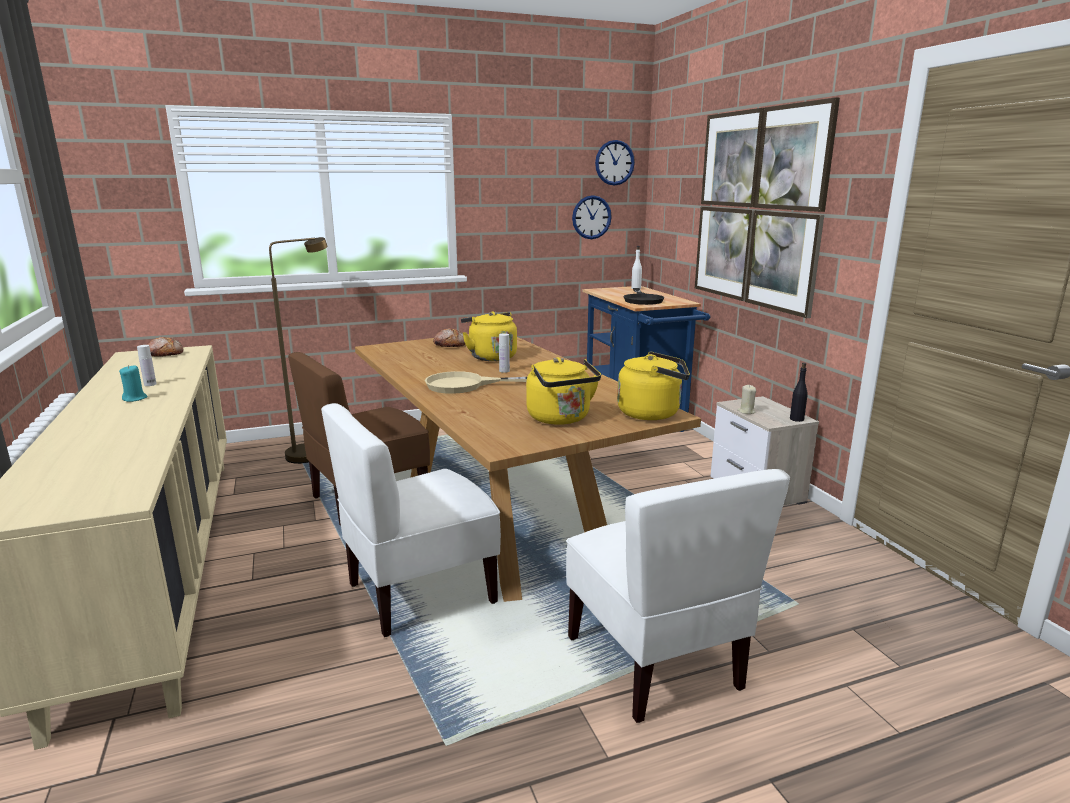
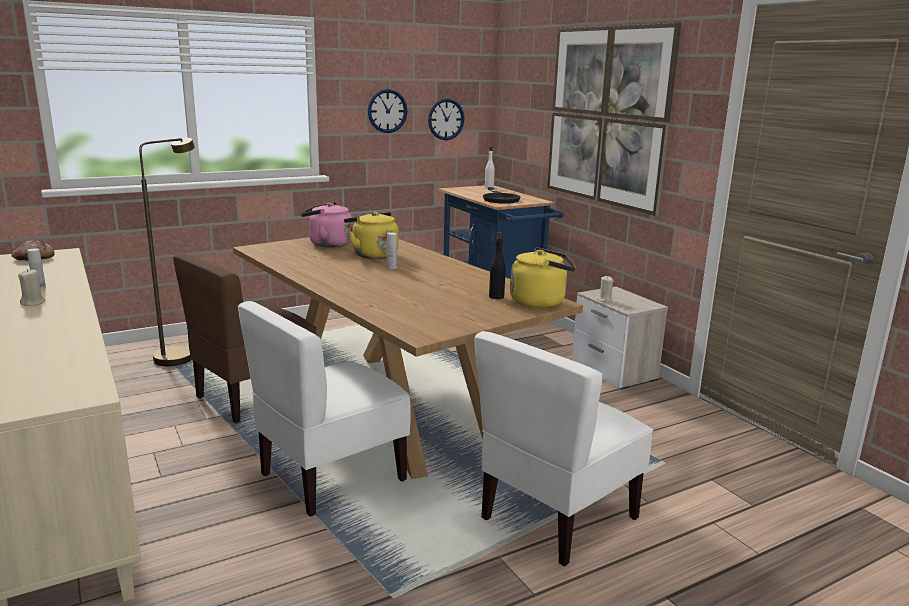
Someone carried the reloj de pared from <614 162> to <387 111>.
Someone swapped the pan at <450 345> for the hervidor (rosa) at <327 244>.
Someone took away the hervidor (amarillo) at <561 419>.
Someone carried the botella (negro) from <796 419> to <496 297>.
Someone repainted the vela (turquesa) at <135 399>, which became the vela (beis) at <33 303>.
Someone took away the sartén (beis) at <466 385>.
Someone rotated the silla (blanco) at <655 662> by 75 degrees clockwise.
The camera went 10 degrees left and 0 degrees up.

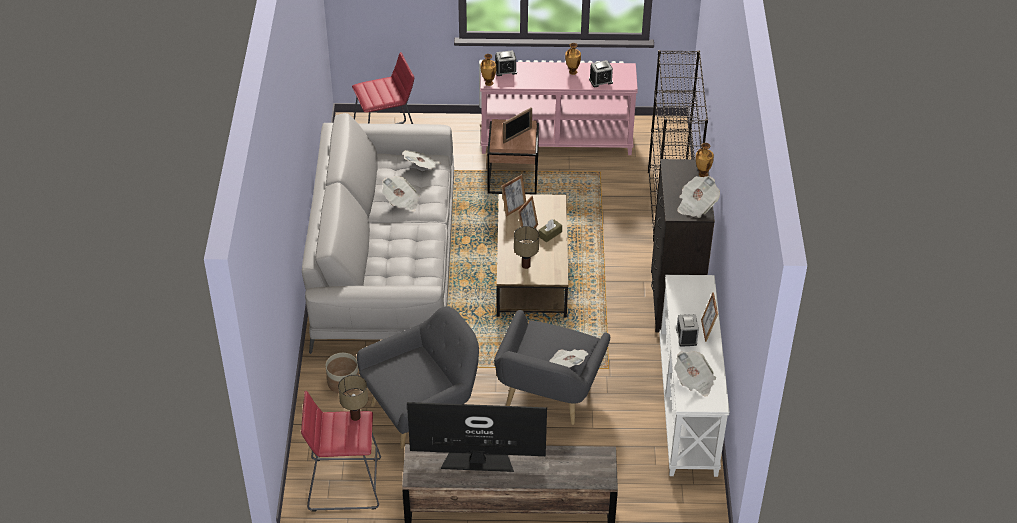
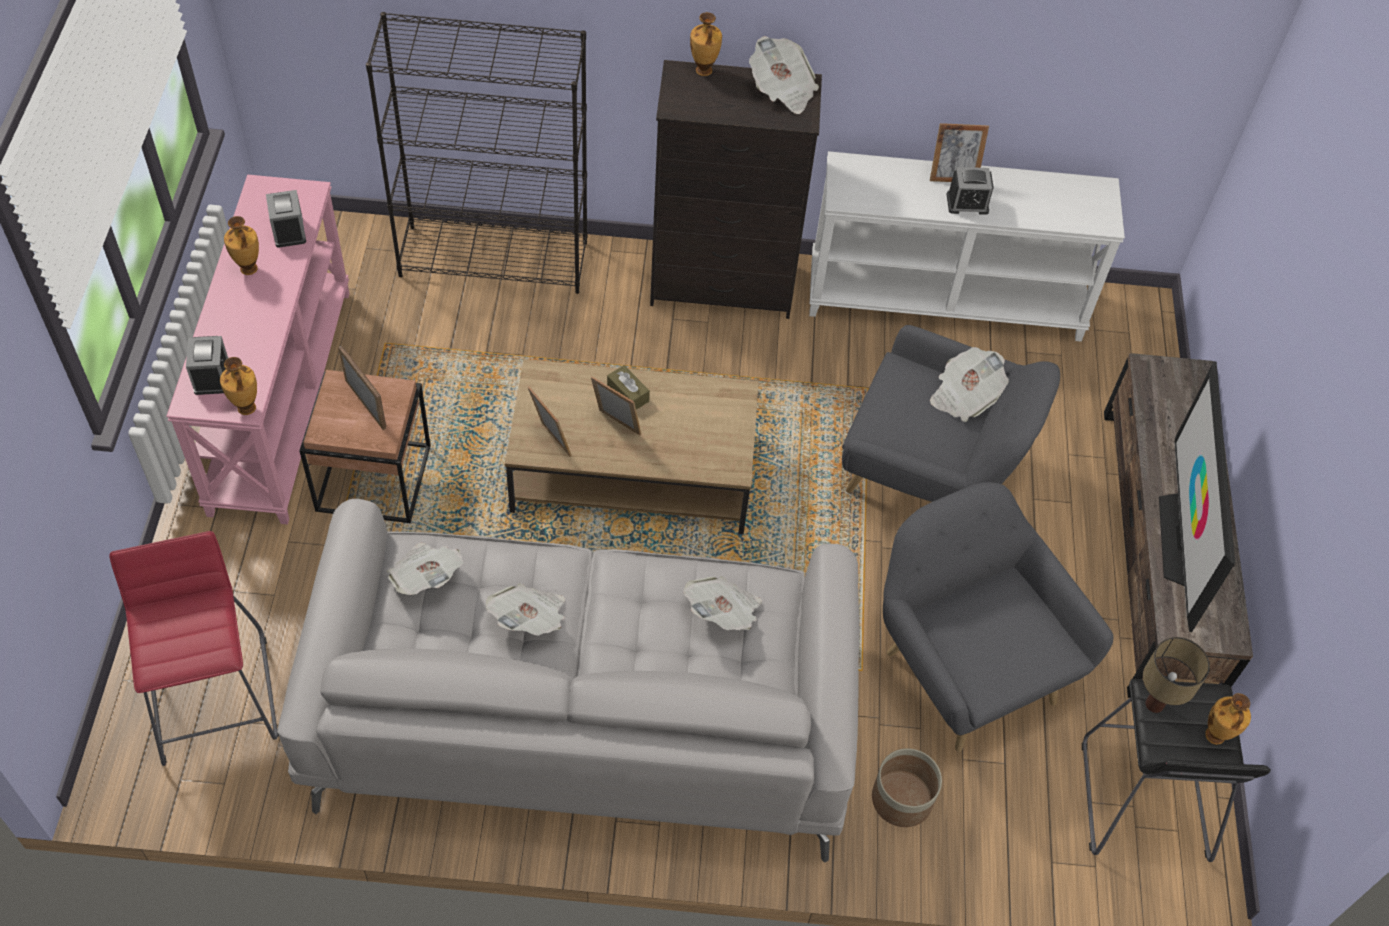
Someone took away the lámpara de mesa at <525 266>.
Someone carried the periódico from <694 381> to <723 613>.
Someone repainted the taburete (rojo) at <344 484>, which became the taburete (negro) at <1143 801>.
Someone put down the florero at <1214 737>.
The camera went 90 degrees left and 10 degrees up.

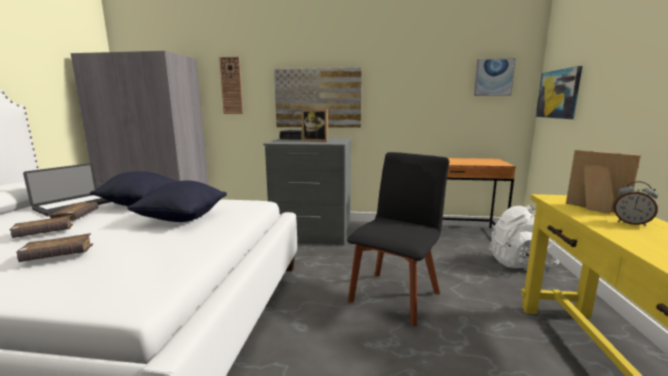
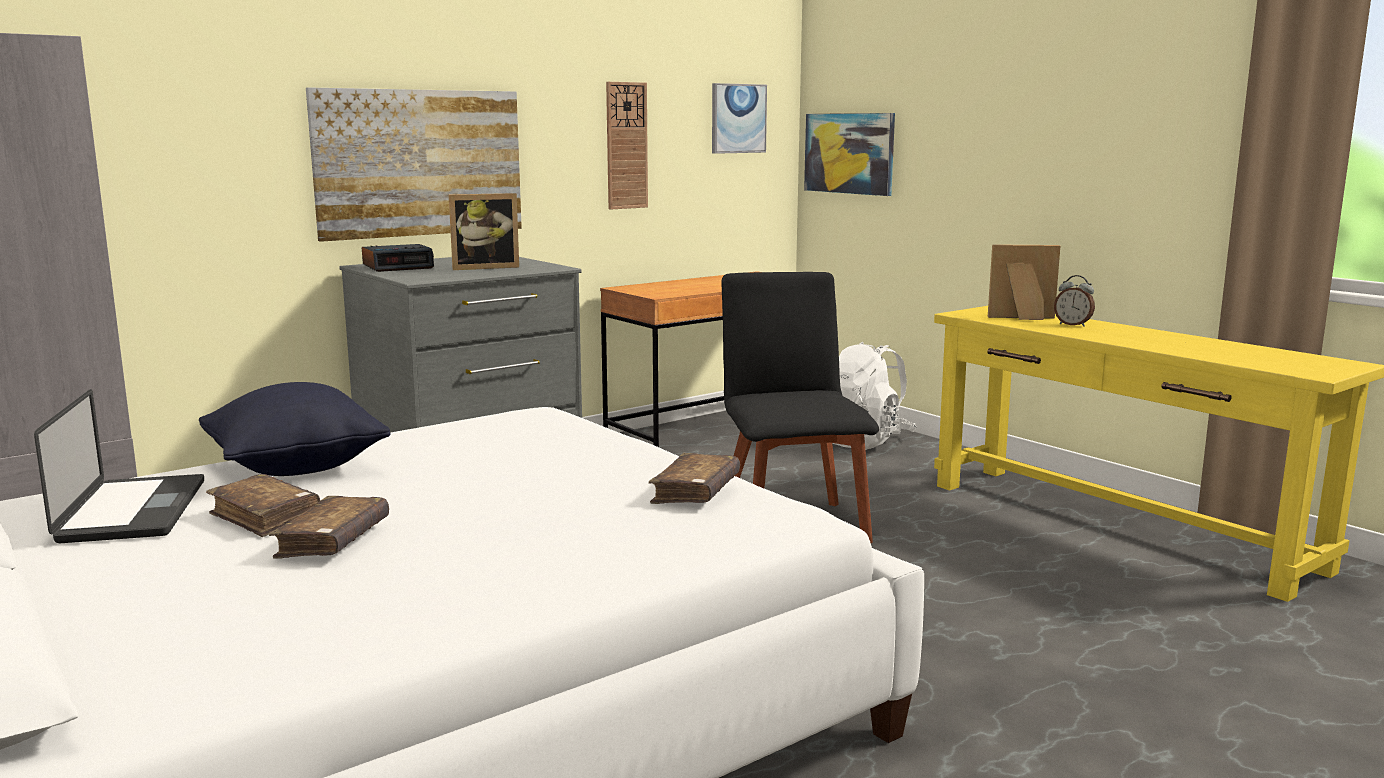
Someone carried the reloj de pared from <231 86> to <626 146>.
Someone took away the cojín (negro) at <182 218>.
Someone rotated the despertador at <631 223> by 45 degrees clockwise.
Someone carried the libro (marrón) from <58 255> to <695 492>.
The camera went 45 degrees left and 0 degrees up.

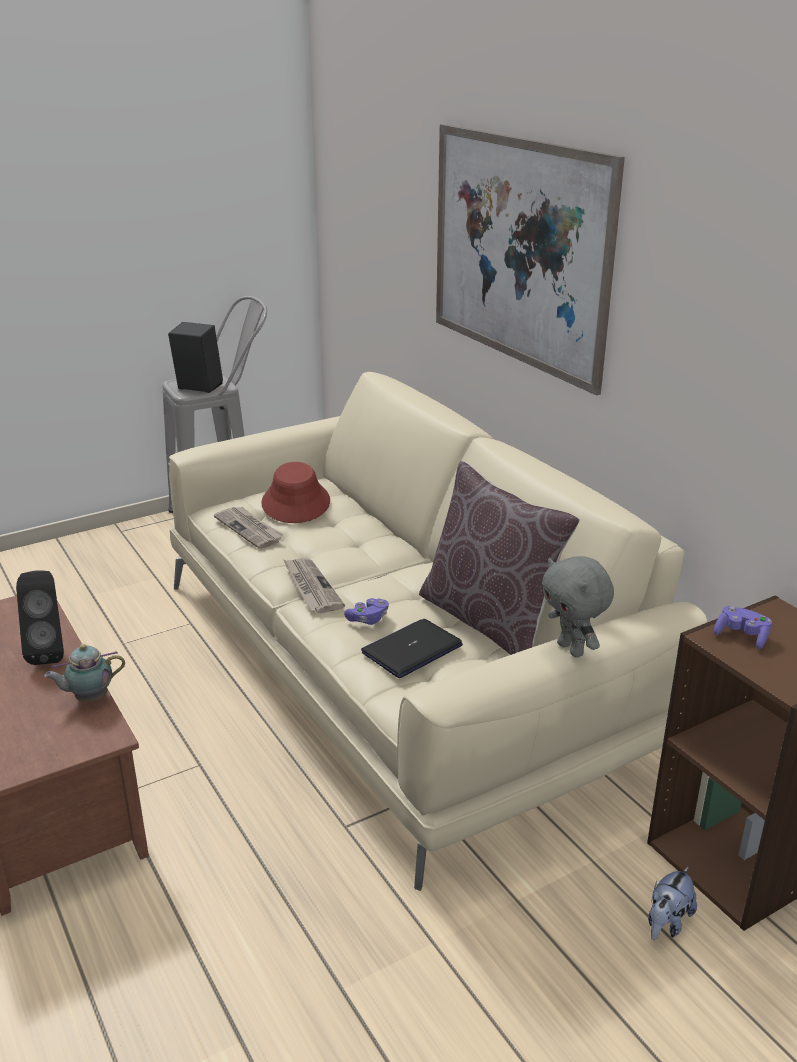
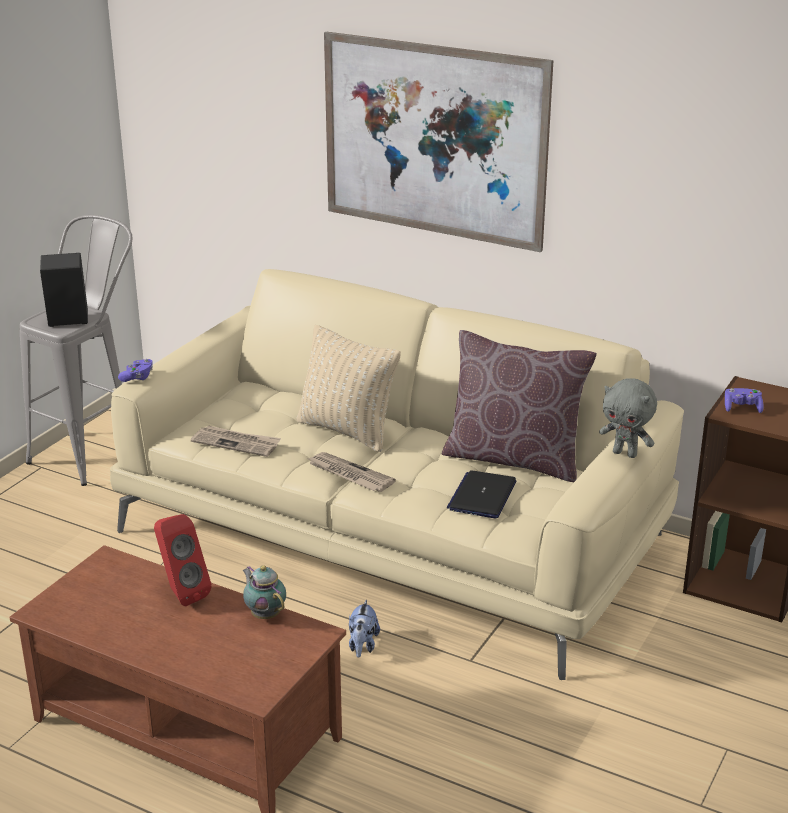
Someone took away the sombrero (rojo) at <296 503>.
Someone repainted the altavoz (negro) at <50 652>, which became the altavoz (rojo) at <181 593>.
Someone carried the mando de consola (morado) from <368 619> to <137 377>.
Someone rotated the tetera at <89 698> by 105 degrees clockwise.
Someone carried the peluche from <667 922> to <362 645>.
Someone put down the cojín (beis) at <347 431>.
The camera went 30 degrees left and 0 degrees up.

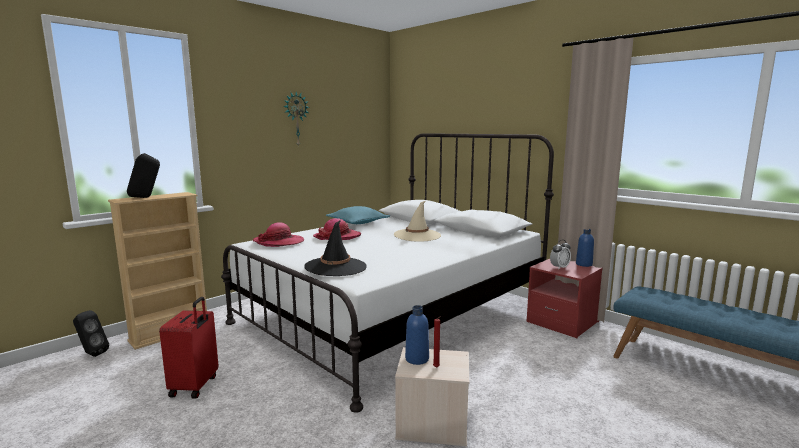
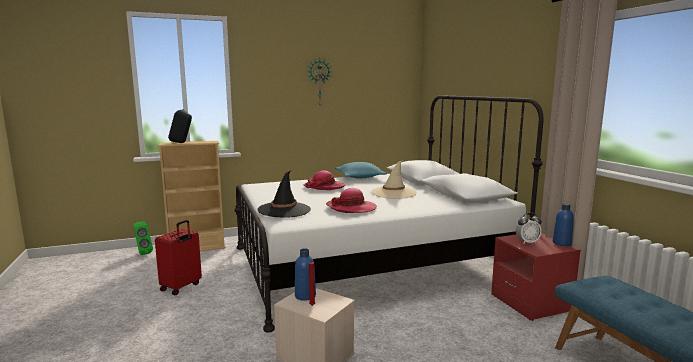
Someone carried the sombrero from <279 242> to <351 208>.
Someone repainted the altavoz (negro) at <91 354>, which became the altavoz (verde) at <143 253>.
The camera went 25 degrees right and 0 degrees up.

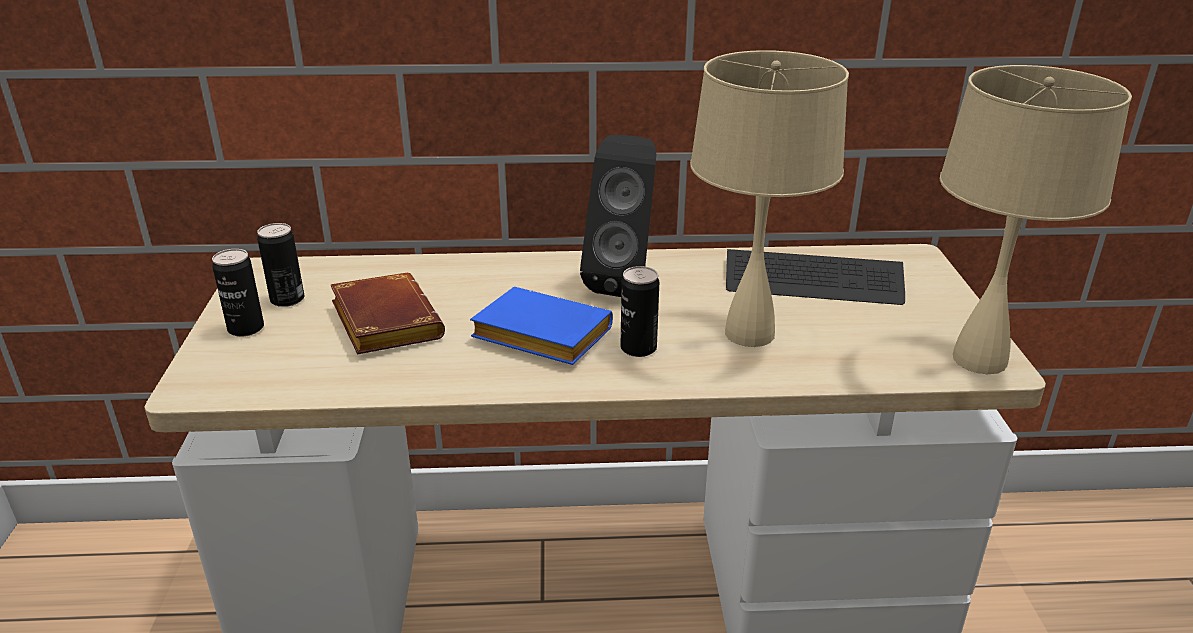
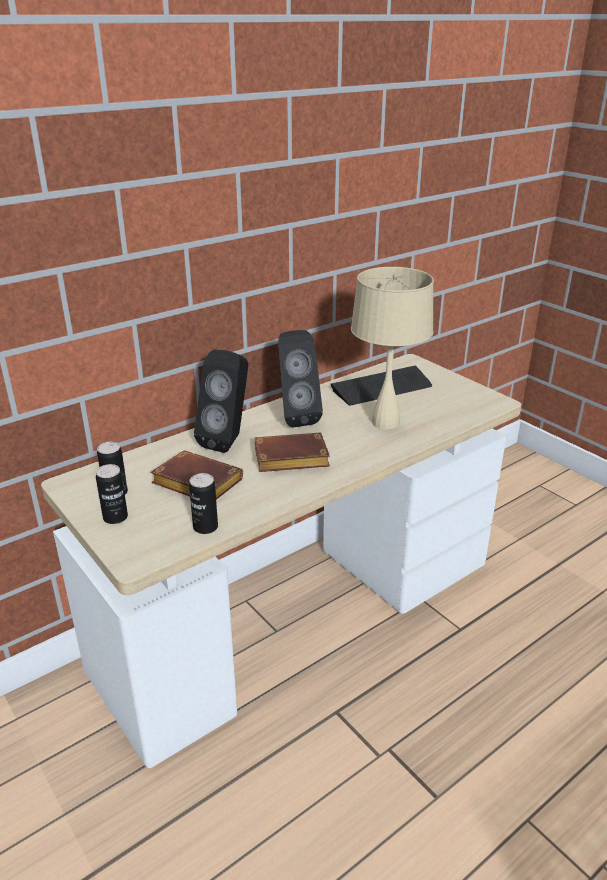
Someone took away the lámpara de mesa (beis) at <979 359>.
Someone carried the lata from <638 348> to <205 527>.
Someone repainted the libro (azul) at <537 336>, which became the libro (marrón) at <289 460>.
Someone put down the altavoz (negro) at <228 441>.
The camera went 35 degrees left and 0 degrees up.

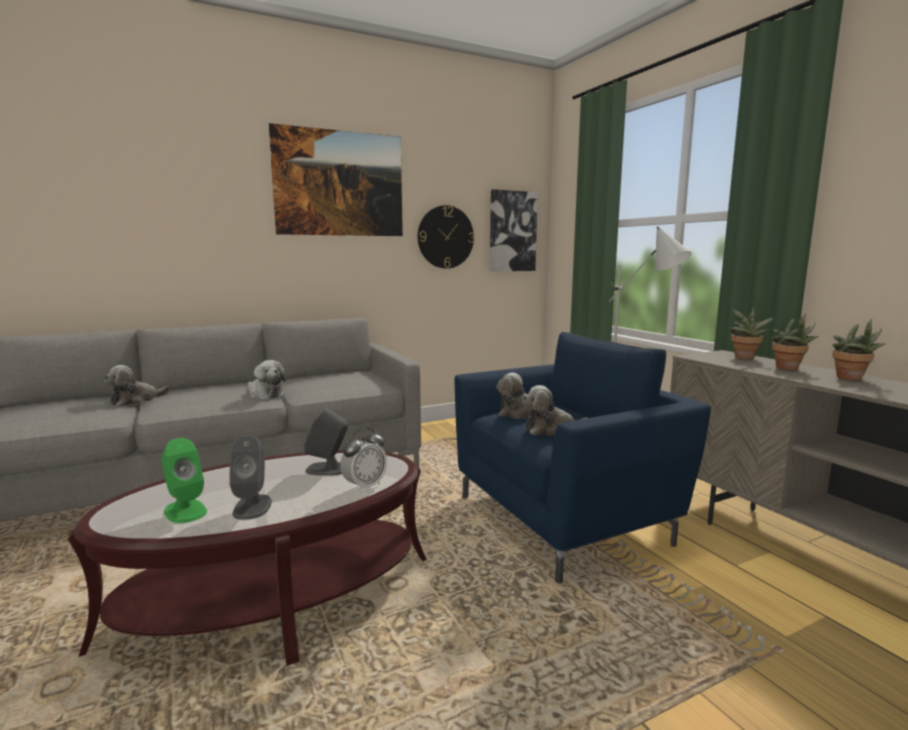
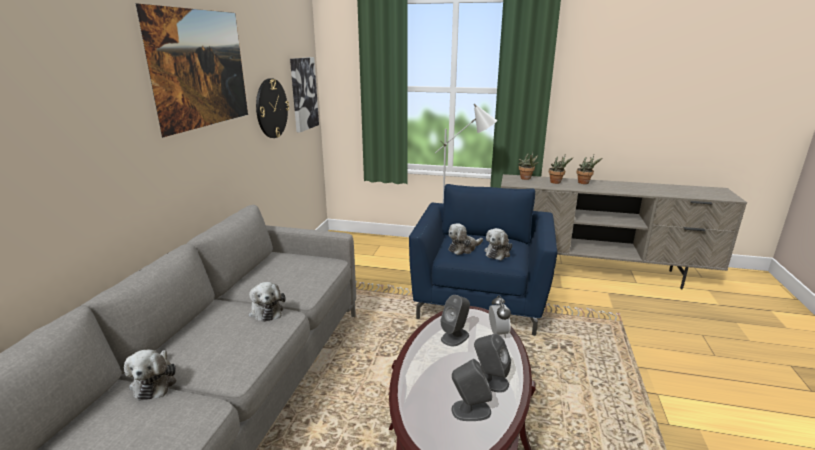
Someone rotated the peluche at <265 394> by 75 degrees clockwise.
Someone repainted the altavoz (verde) at <185 511>, which became the altavoz (gris) at <470 410>.
The camera went 50 degrees left and 10 degrees up.

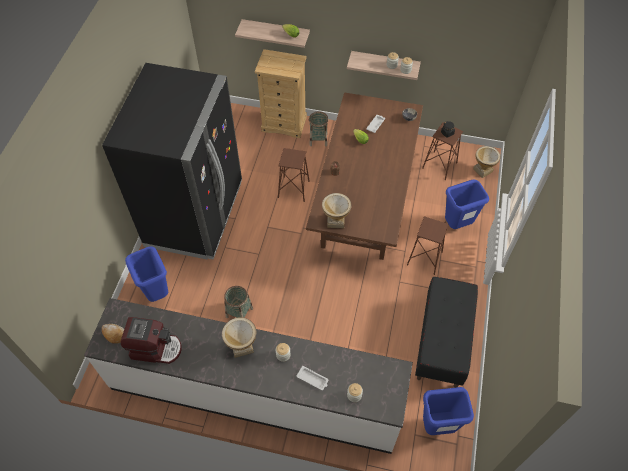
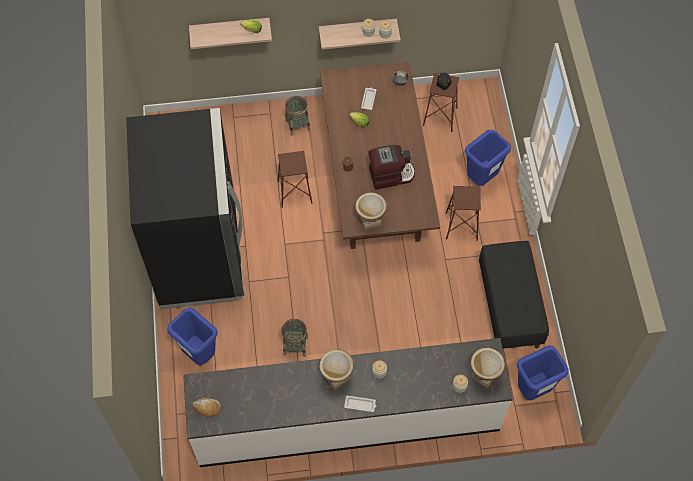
Someone took away the cómoda (beis) at <284 124>.
Someone carried the florero from <483 170> to <484 375>.
Someone carried the cafetera from <156 348> to <391 175>.
Someone carried the bandeja (blanco) from <313 379> to <360 404>.
The camera went 20 degrees left and 5 degrees up.

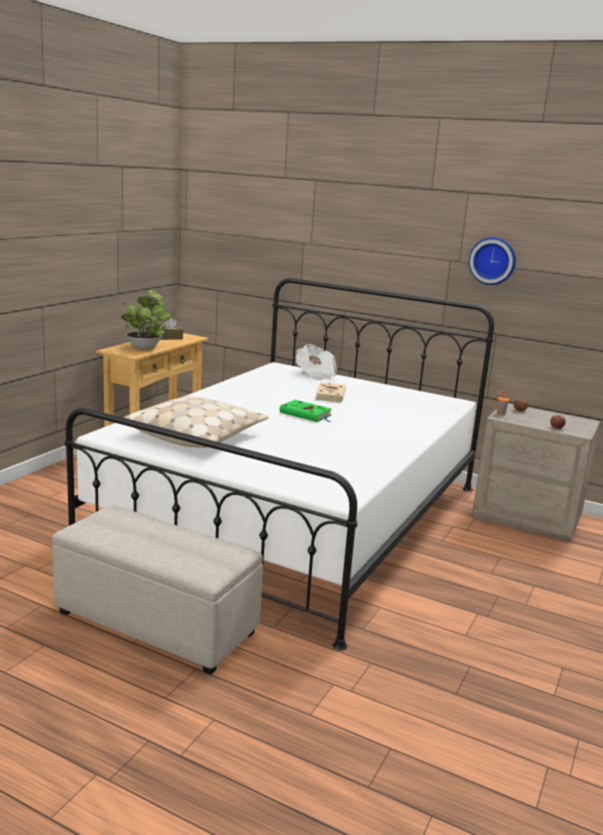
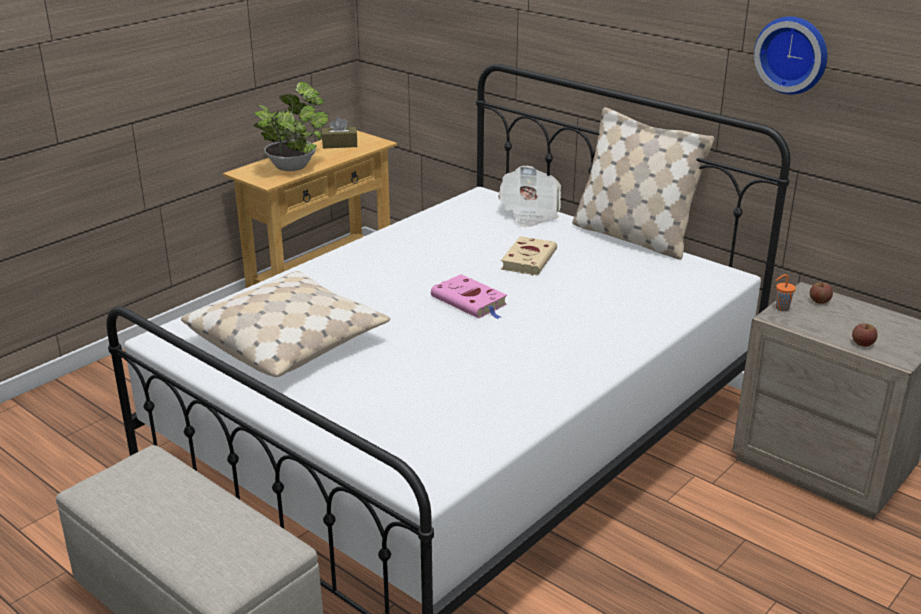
Someone repainted the libro (verde) at <306 414>, which became the libro (rosa) at <470 302>.
Someone put down the cojín (beis) at <633 237>.
The camera went 15 degrees right and 10 degrees up.

